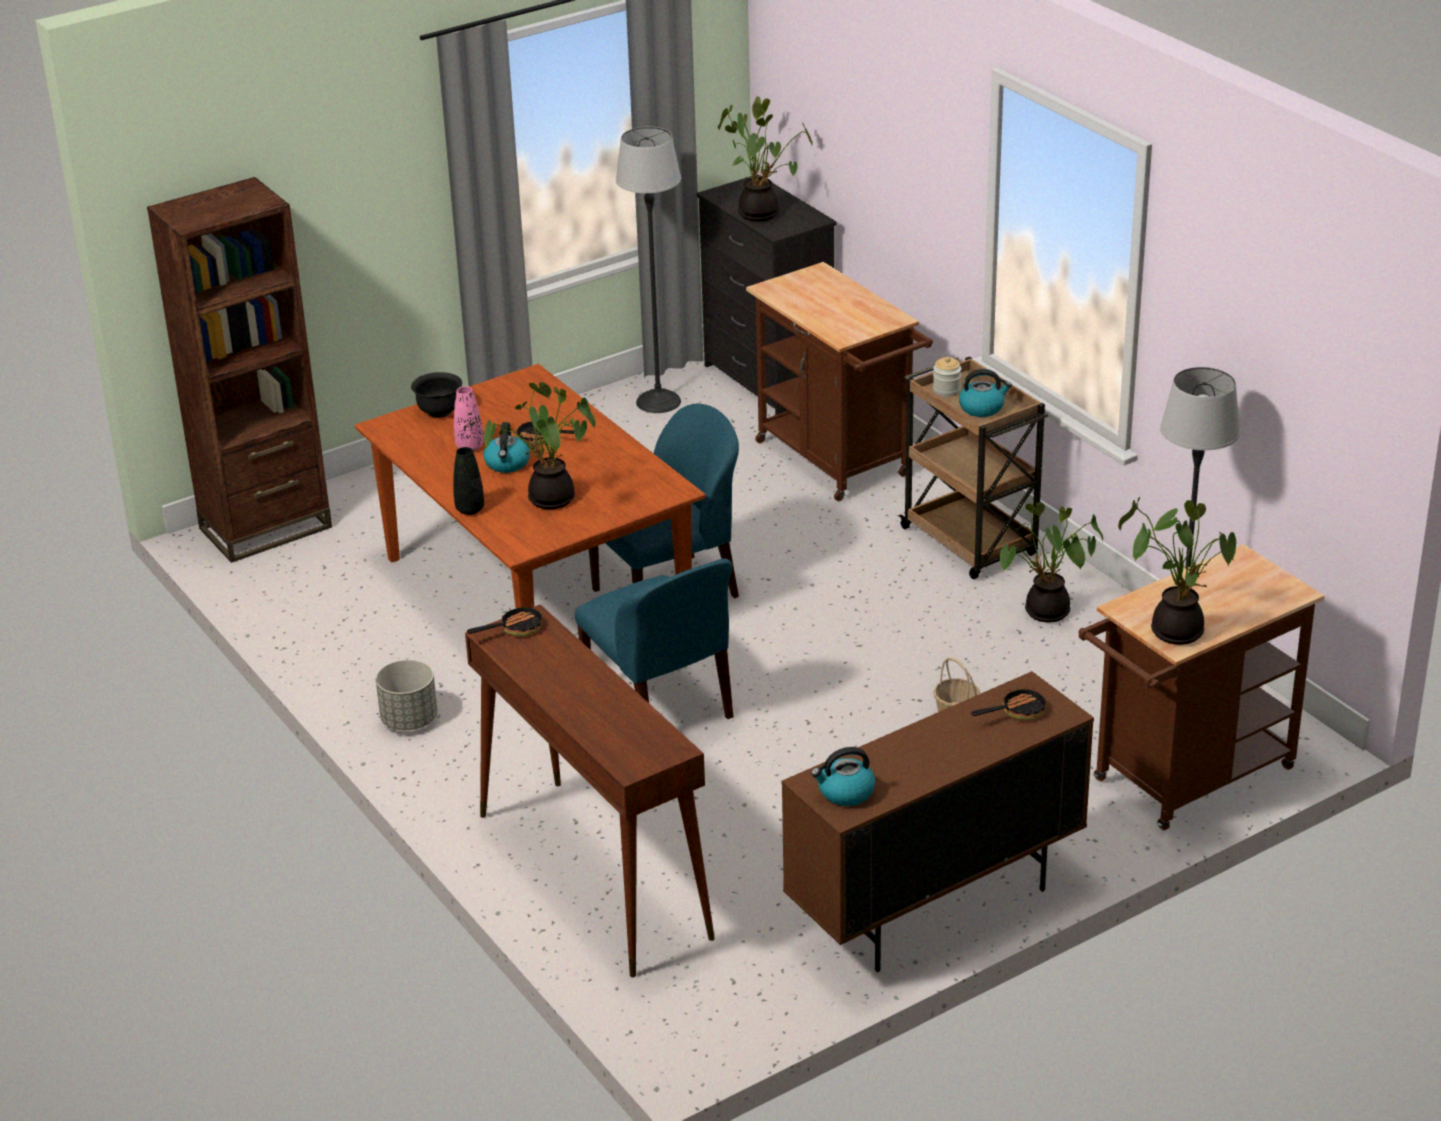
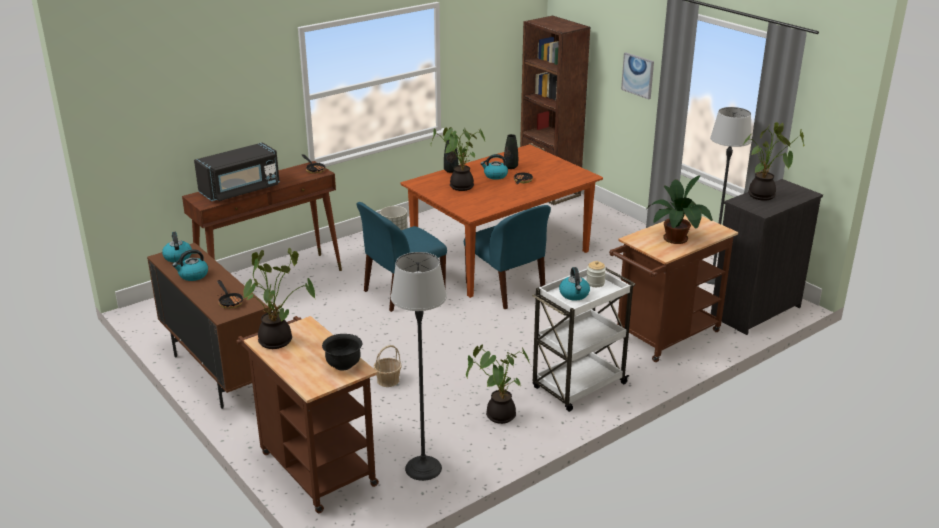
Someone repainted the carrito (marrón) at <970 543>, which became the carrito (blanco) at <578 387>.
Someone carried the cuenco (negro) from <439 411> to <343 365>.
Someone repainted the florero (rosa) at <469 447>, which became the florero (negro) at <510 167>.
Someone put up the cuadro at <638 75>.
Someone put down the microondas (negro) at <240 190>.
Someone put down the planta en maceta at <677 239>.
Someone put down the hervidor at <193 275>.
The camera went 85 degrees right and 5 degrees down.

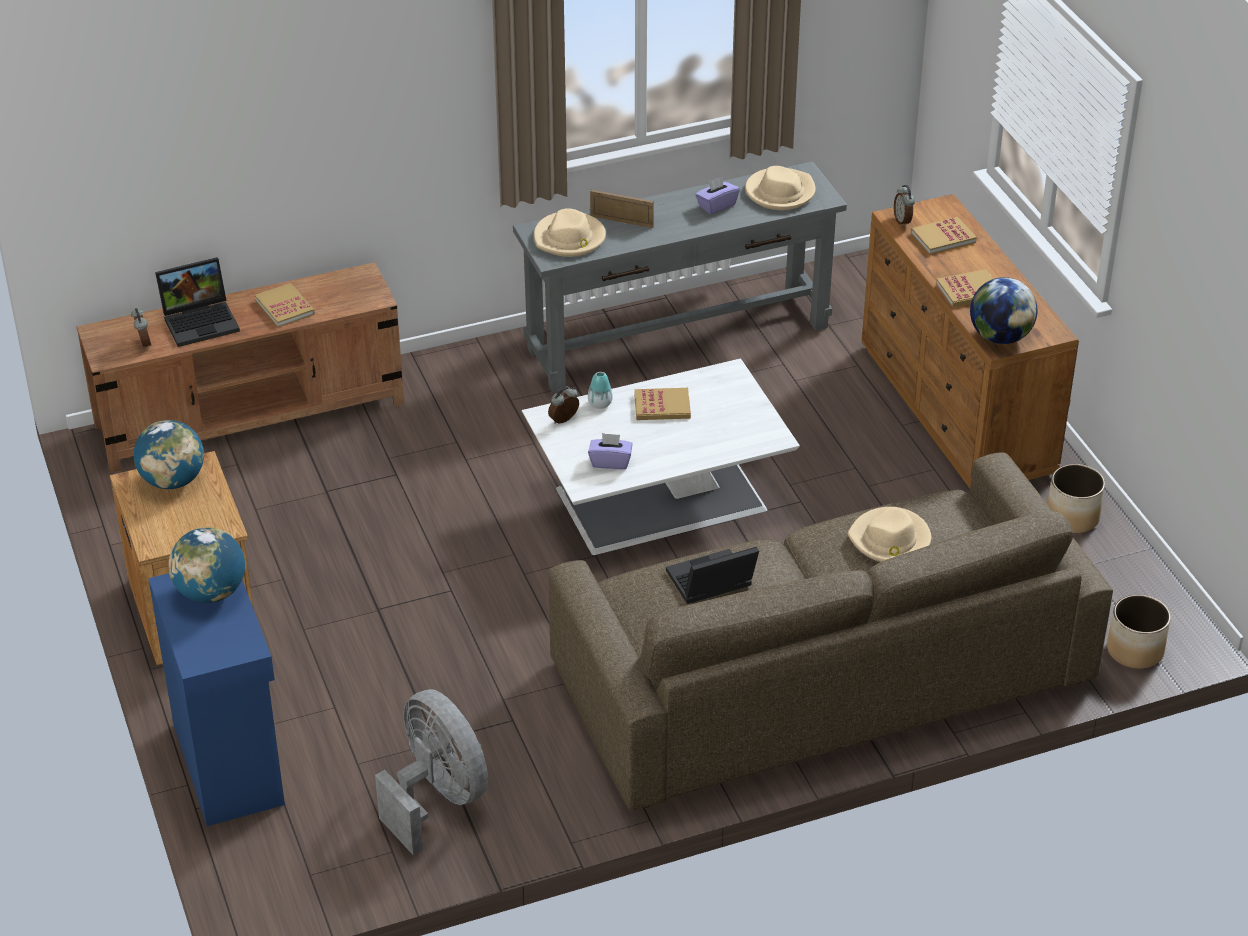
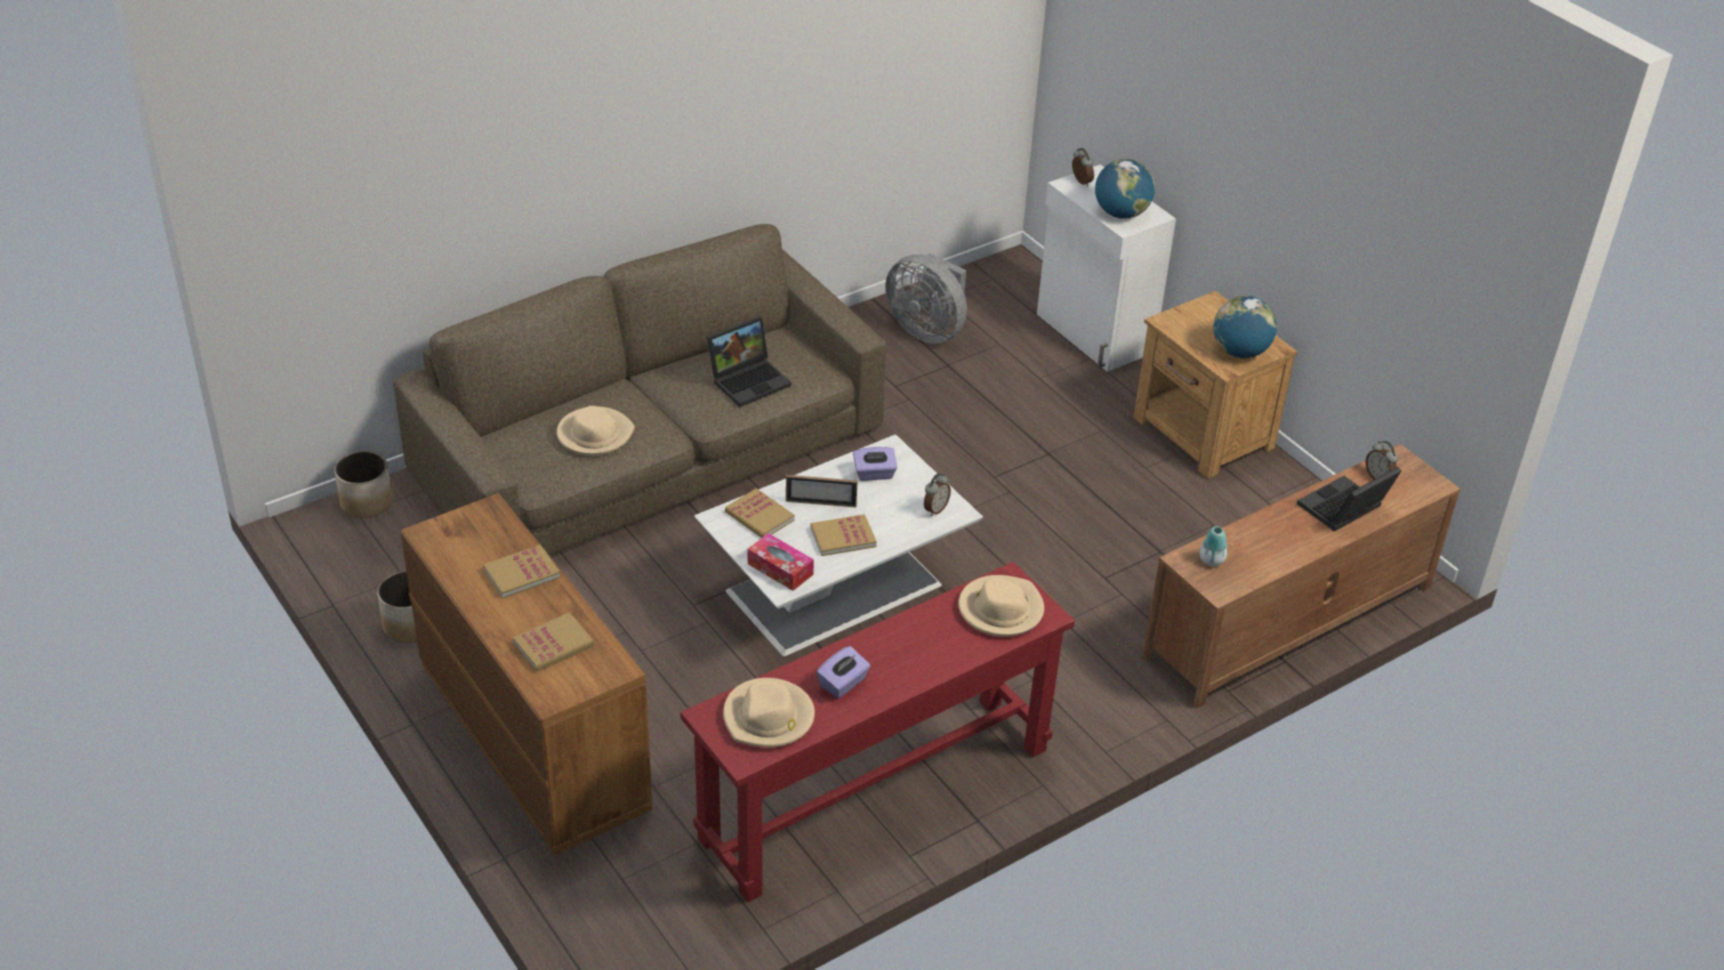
Someone repainted the mesa consola (gris) at <678 338>, which became the mesa consola (rojo) at <875 793>.
Someone carried the despertador from <903 221> to <1080 182>.
Someone carried the portarretratos from <621 221> to <821 503>.
Someone took away the globo terráqueo at <1000 337>.
Someone carried the libro from <285 307> to <759 516>.
Someone carried the florero from <600 404> to <1211 560>.
Someone repainted the armario (azul) at <230 762>, which became the armario (blanco) at <1094 334>.
Someone put down the caja de pañuelos at <780 569>.
The camera went 165 degrees right and 0 degrees up.

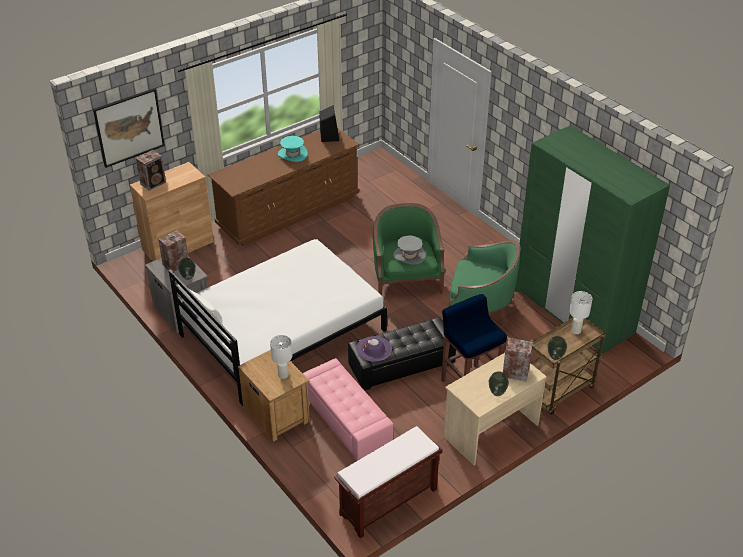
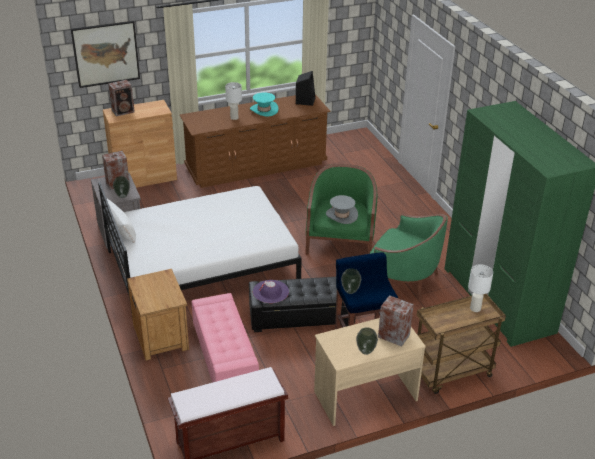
Someone carried the lámpara de mesa (blanco) from <283 375> to <234 118>.
Someone carried the florero from <555 357> to <350 291>.
The camera went 15 degrees right and 5 degrees down.

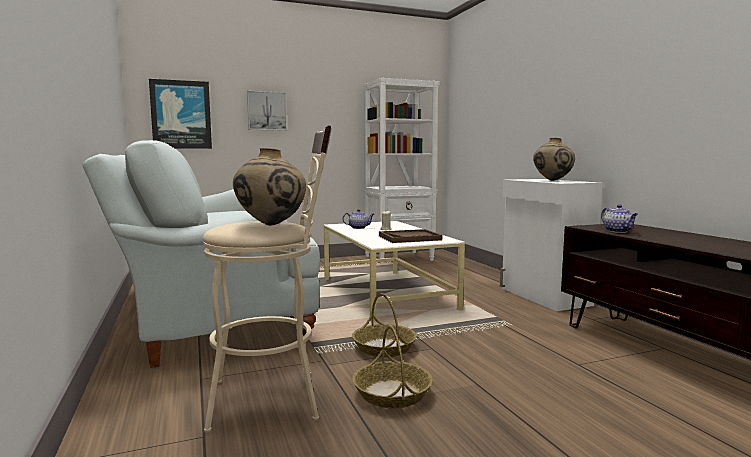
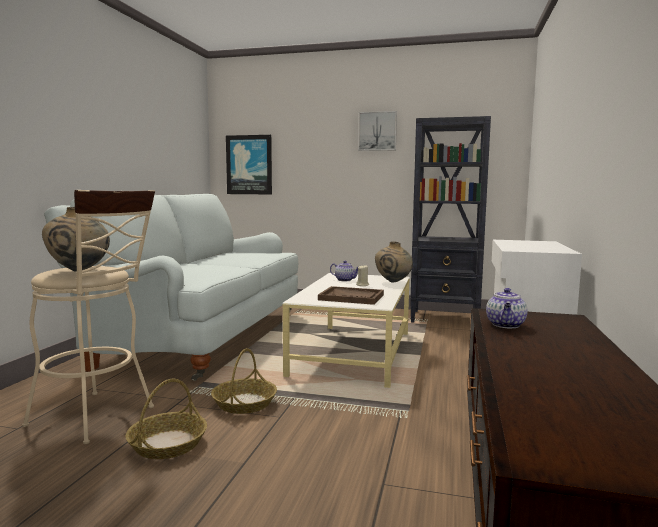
Someone repainted the estantería (blanco) at <399 258>, which became the estantería (negro) at <445 319>.
Someone carried the cuadro from <267 111> to <377 131>.
Someone carried the florero (beis) from <552 180> to <393 282>.
The camera went 35 degrees right and 0 degrees up.

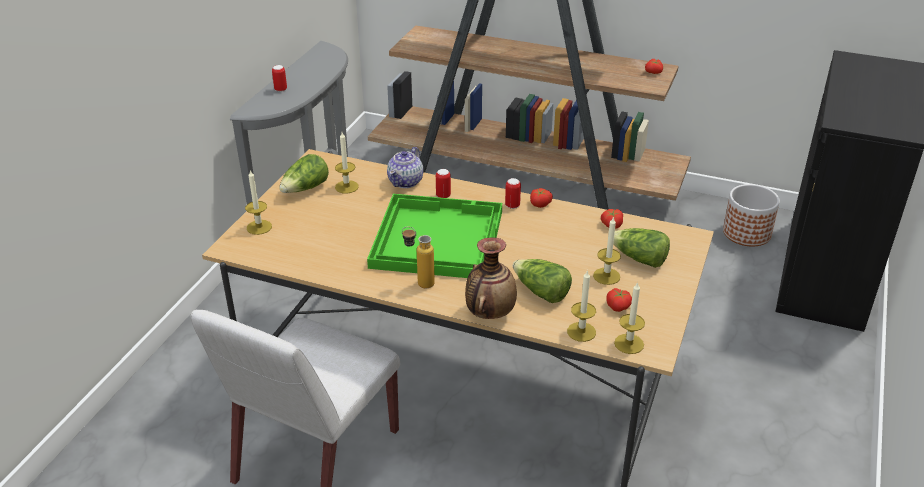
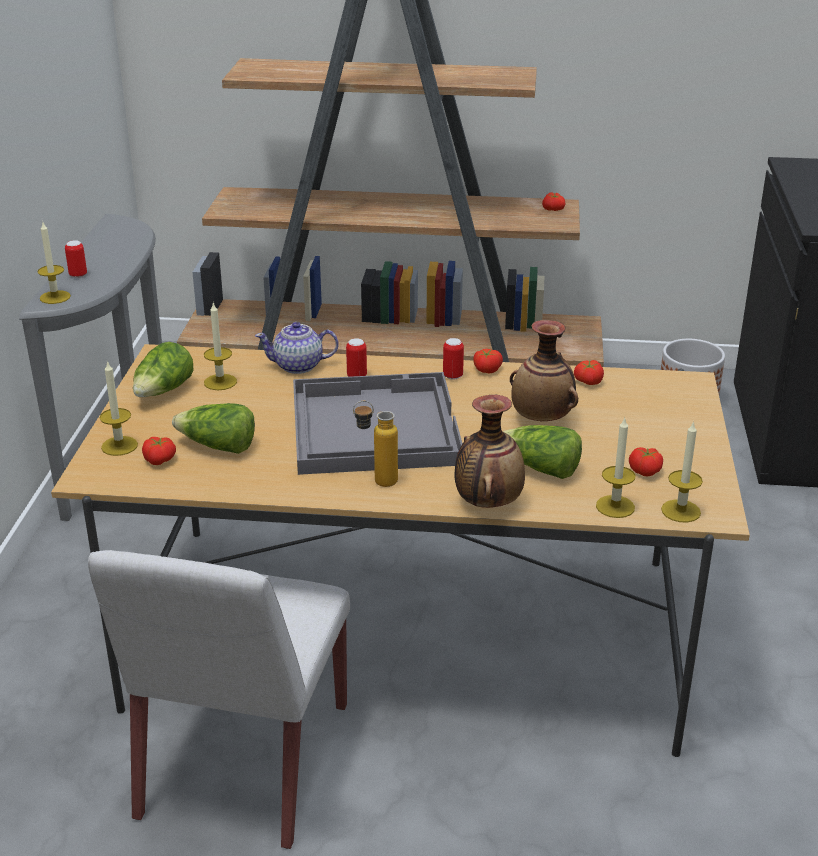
Someone rotated the tetera at <406 181> by 75 degrees clockwise.
Someone repainted the bandeja (verde) at <436 238>, which became the bandeja (gris) at <373 426>.
Someone carried the vela from <606 276> to <55 297>.
Someone carried the lechuga from <639 259> to <218 447>.
Someone put down the florero at <542 419>.
Someone put down the tomate at <160 460>.
The camera went 15 degrees left and 5 degrees down.

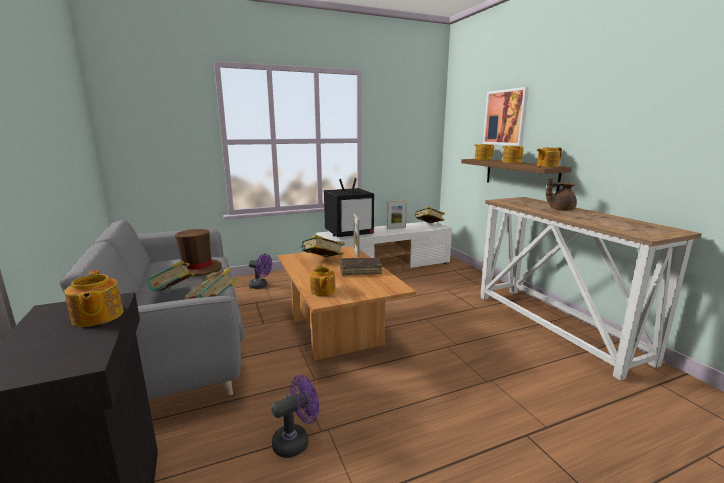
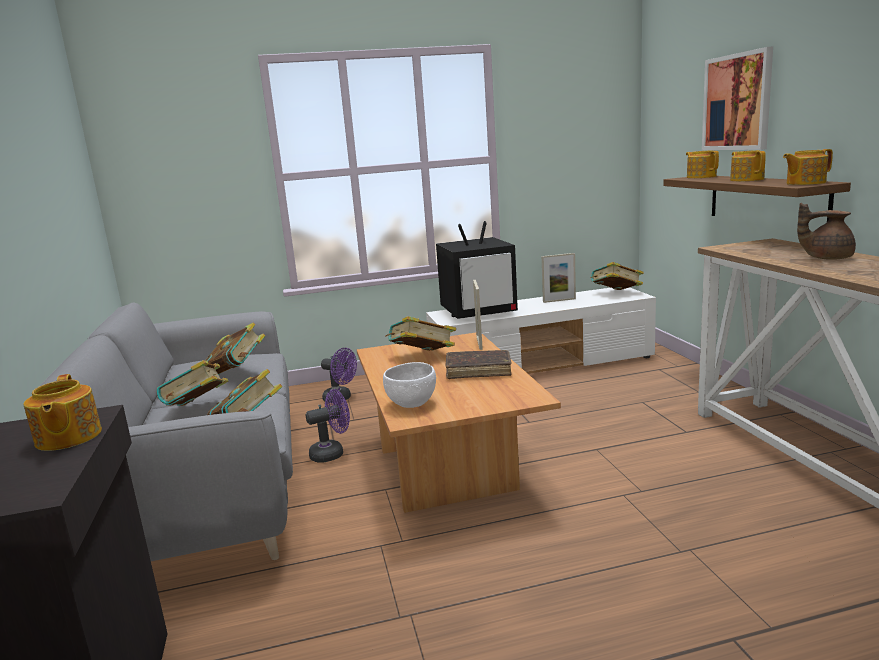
Someone swapped the sombrero (marrón) at <198 269> for the libro at <237 373>.
Someone swapped the tetera at <322 291> for the cuenco (blanco) at <411 404>.
Someone carried the ventilador (morado) from <296 441> to <332 453>.
The camera went 10 degrees right and 0 degrees up.

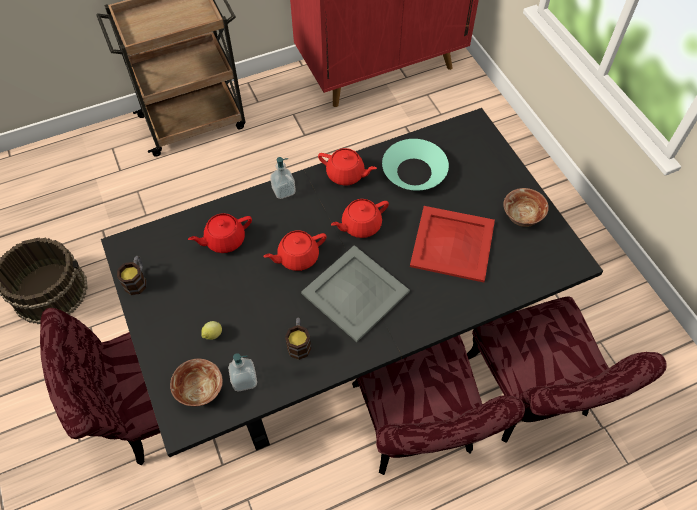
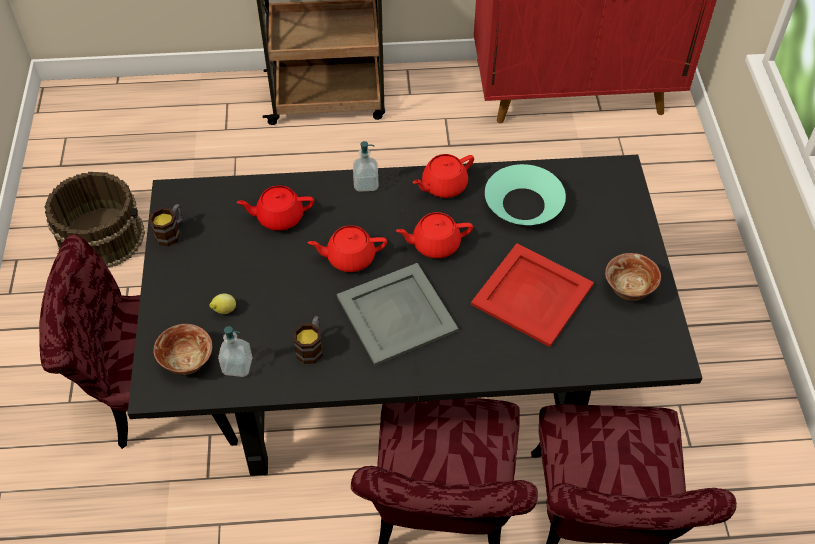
Someone rotated the tetera (rojo) at <346 174> by 105 degrees clockwise.
The camera went 20 degrees right and 5 degrees down.

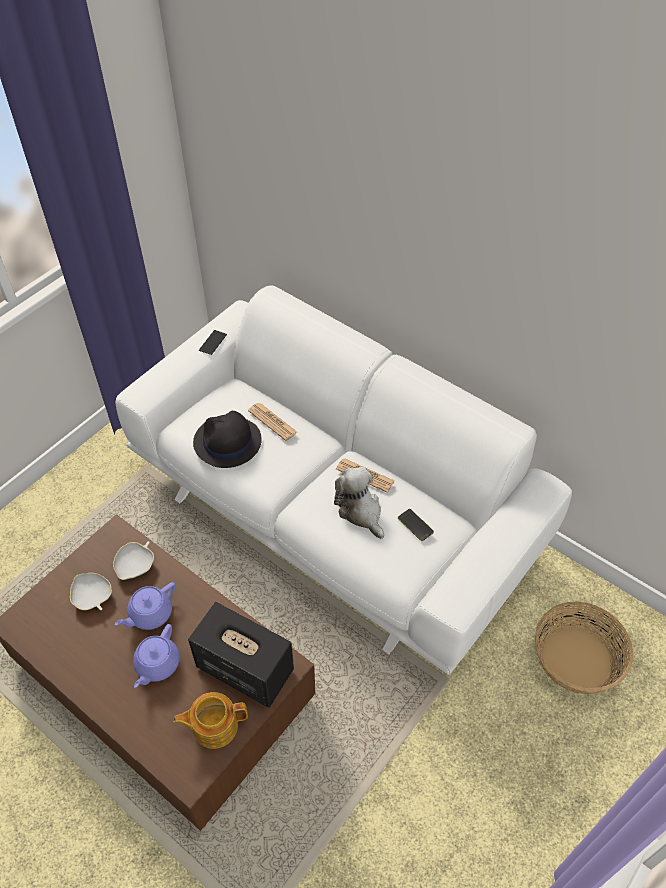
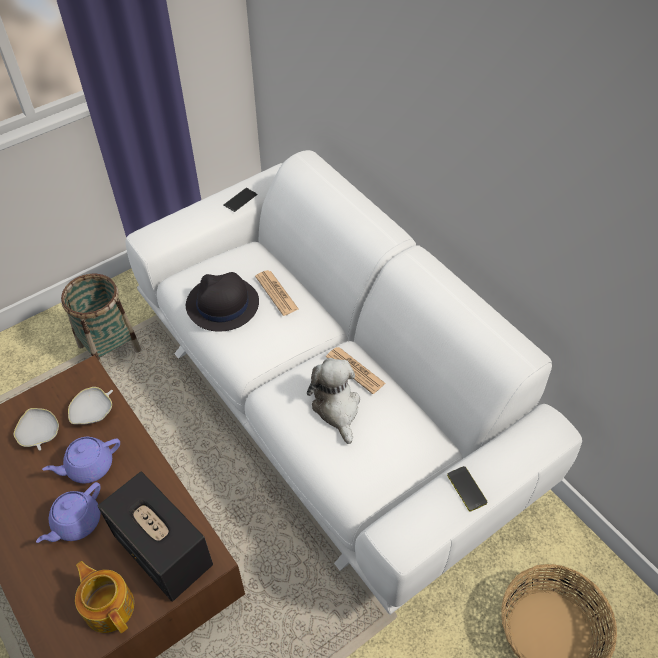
Someone carried the móvil from <415 525> to <466 489>.
Someone rotated the tetera at <214 726> by 45 degrees clockwise.
Someone put down the cesta at <109 348>.
The camera went 15 degrees right and 0 degrees up.

